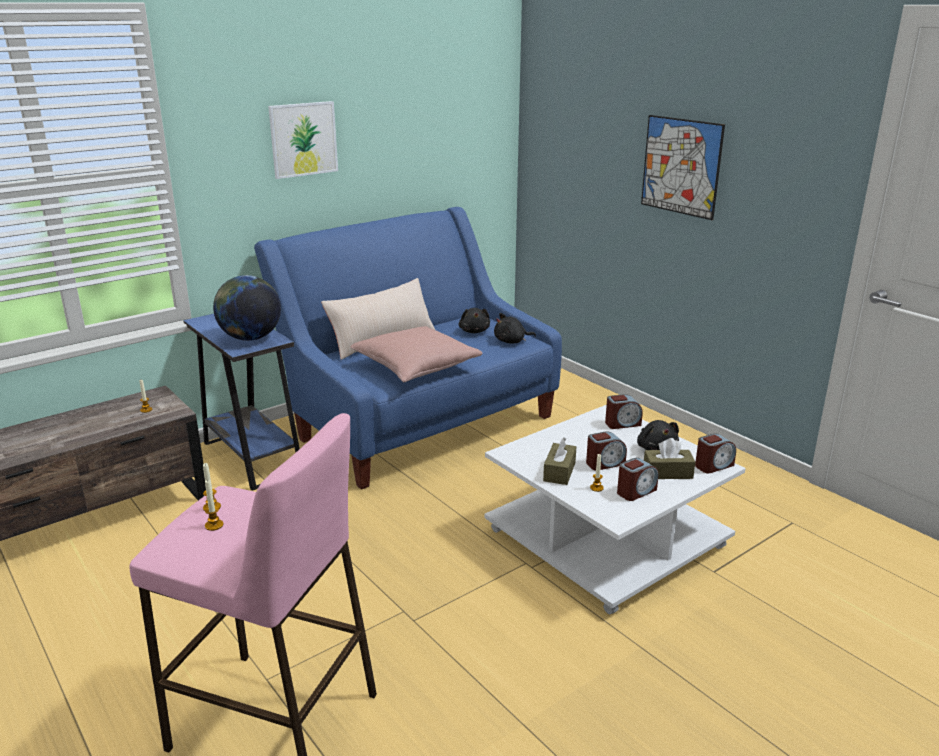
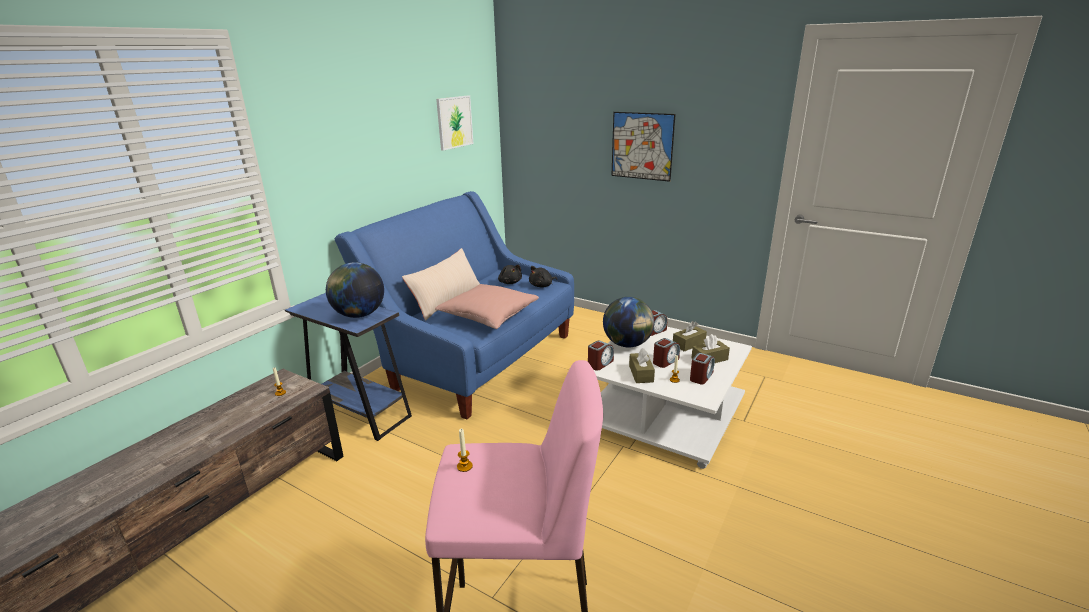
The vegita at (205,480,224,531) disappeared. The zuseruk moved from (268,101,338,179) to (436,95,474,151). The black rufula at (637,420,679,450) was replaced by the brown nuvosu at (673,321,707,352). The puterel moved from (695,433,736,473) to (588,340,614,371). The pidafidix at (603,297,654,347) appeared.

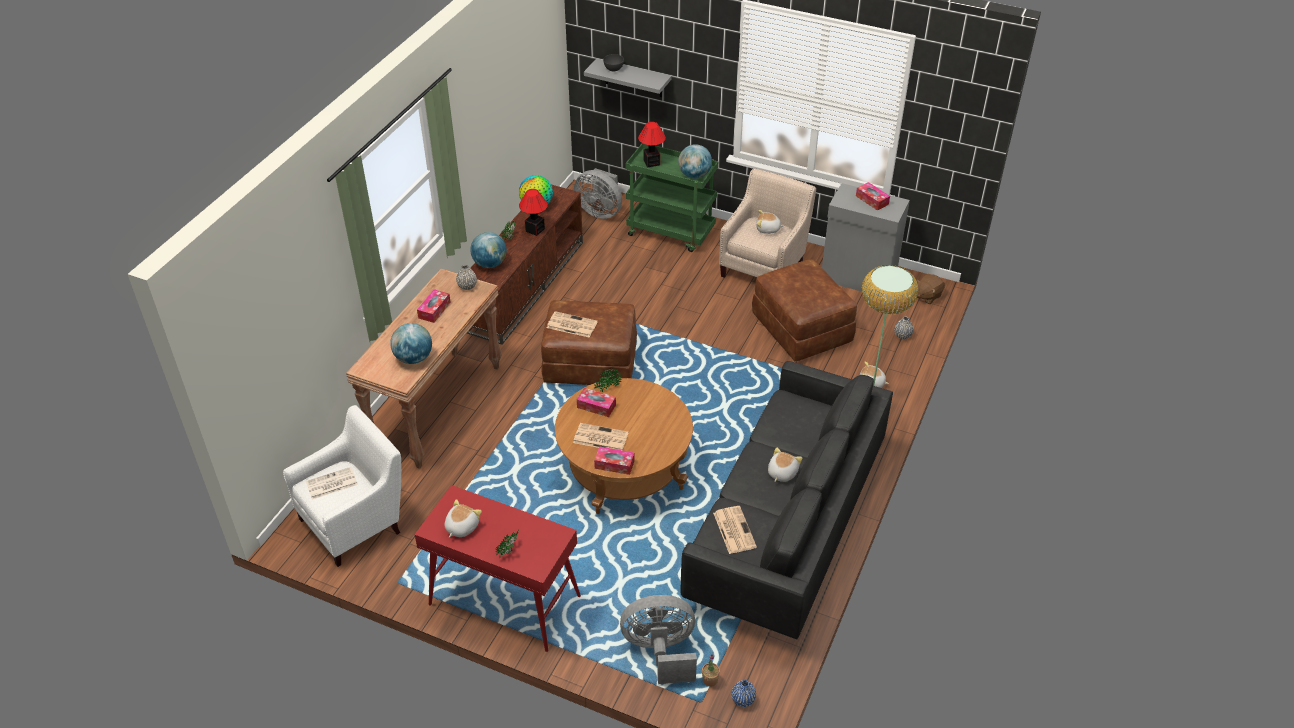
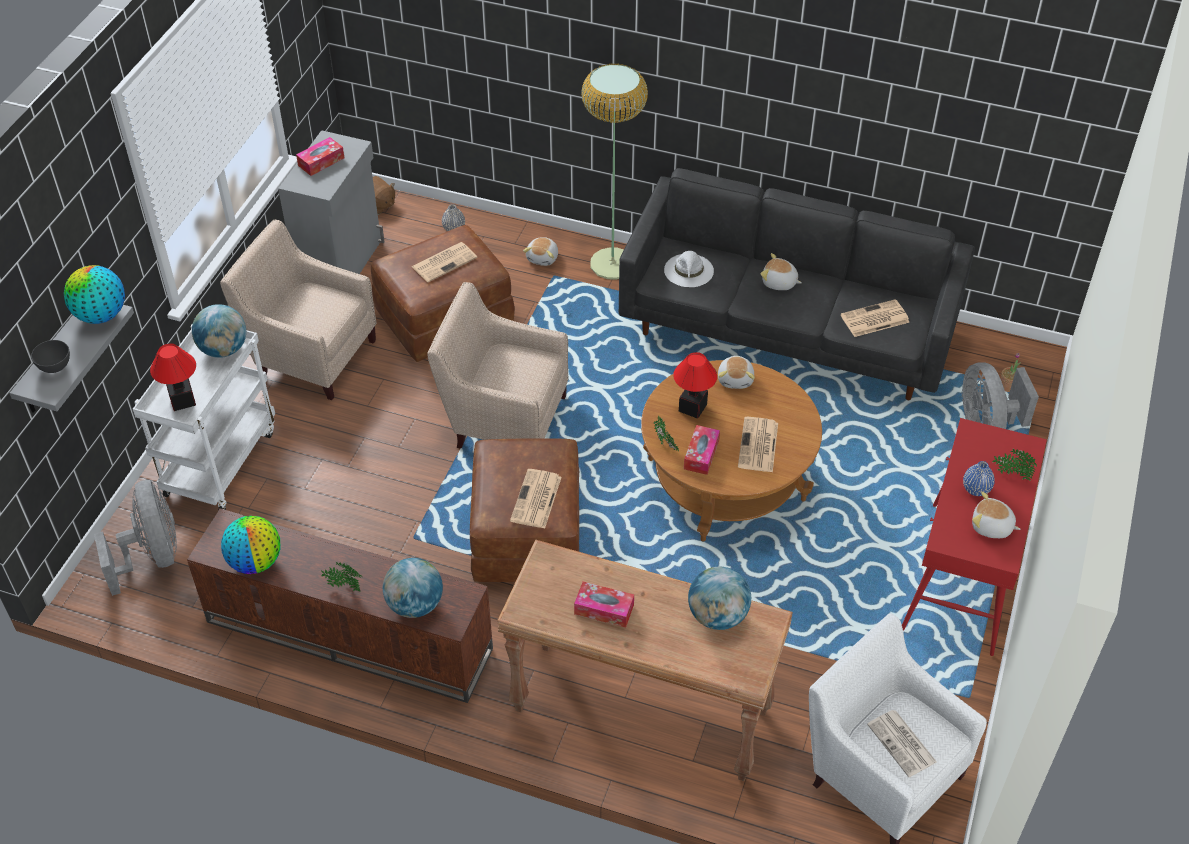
The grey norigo at (456,265,477,290) disappeared. The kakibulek moved from (519,189,548,236) to (673,352,717,418). The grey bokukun at (574,168,622,219) turned 45 degrees counterclockwise. The nuvosu at (594,446,635,475) disappeared. The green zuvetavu at (626,143,718,252) became the white zuvetavu at (133,323,275,510). The blue norigo moved from (732,680,756,707) to (963,461,995,496). The rufula moved from (756,210,784,234) to (718,356,755,389). The pidafidix at (64,265,125,324) appeared. The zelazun at (411,242,477,282) appeared. The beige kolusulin at (427,282,568,448) appeared. The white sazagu at (664,251,714,287) appeared.

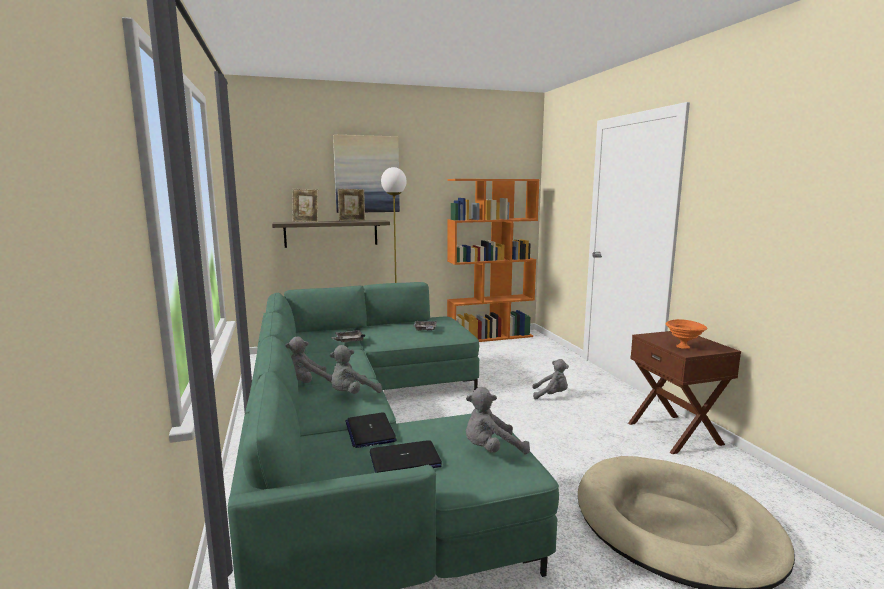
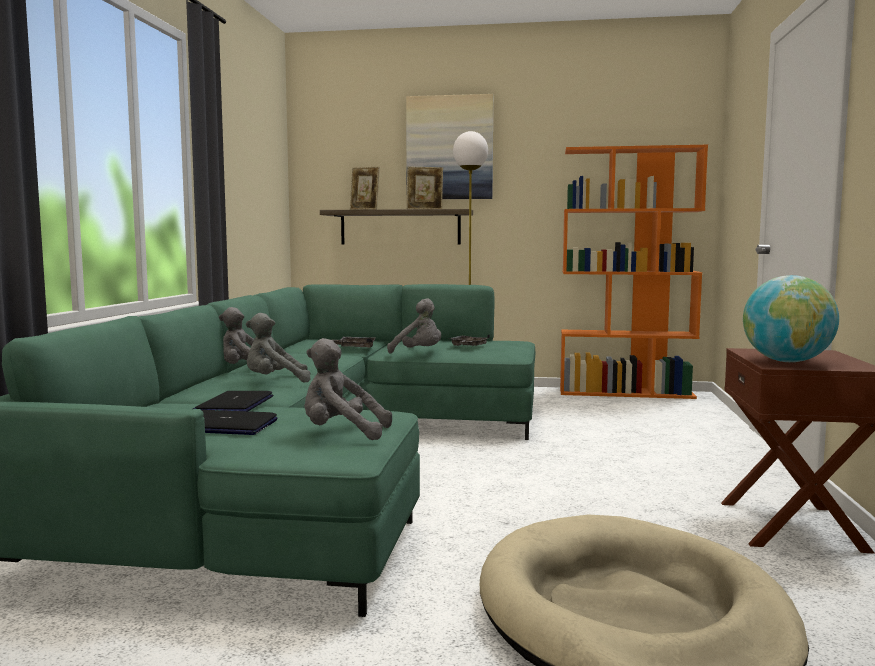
The grey rufula moved from (533,359,569,400) to (387,298,441,354). The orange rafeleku at (665,319,708,349) was replaced by the pidafidix at (743,275,839,362).

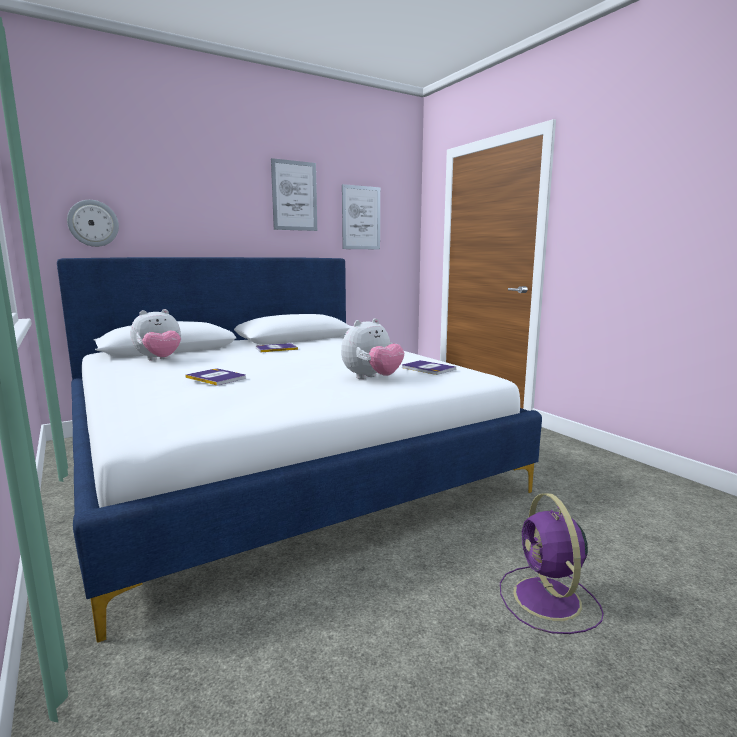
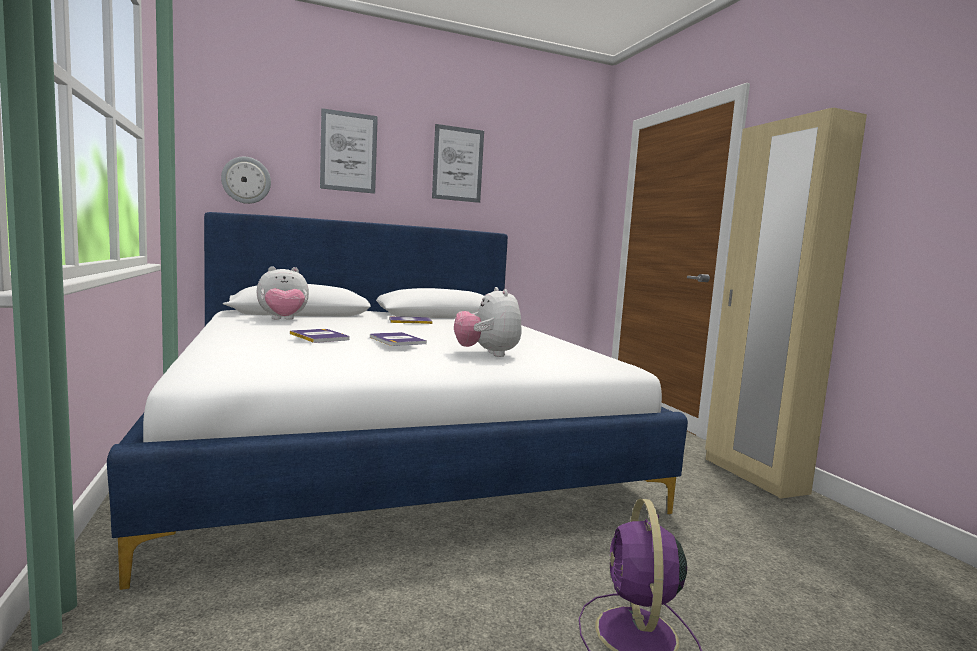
The rufula at (341,318,404,379) turned 105 degrees clockwise. The zuseruk moved from (342,184,380,249) to (320,108,378,194). The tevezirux moved from (402,360,456,375) to (370,332,427,346). The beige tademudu at (705,108,867,499) appeared.

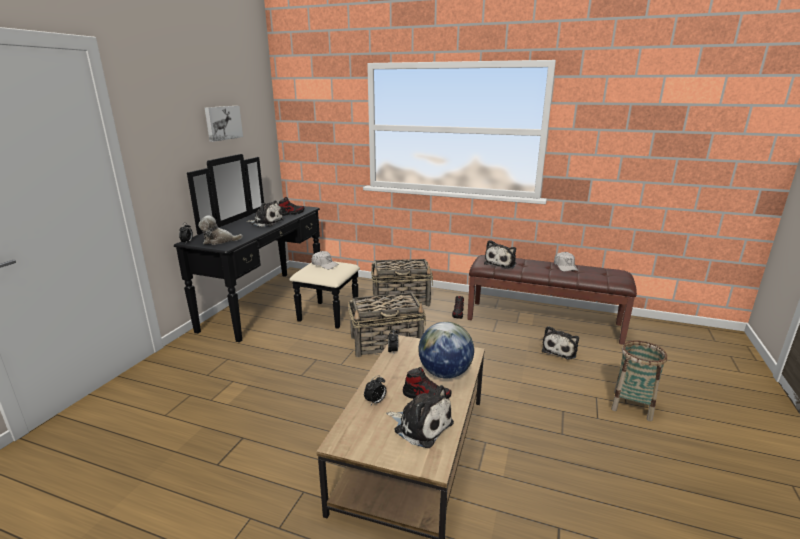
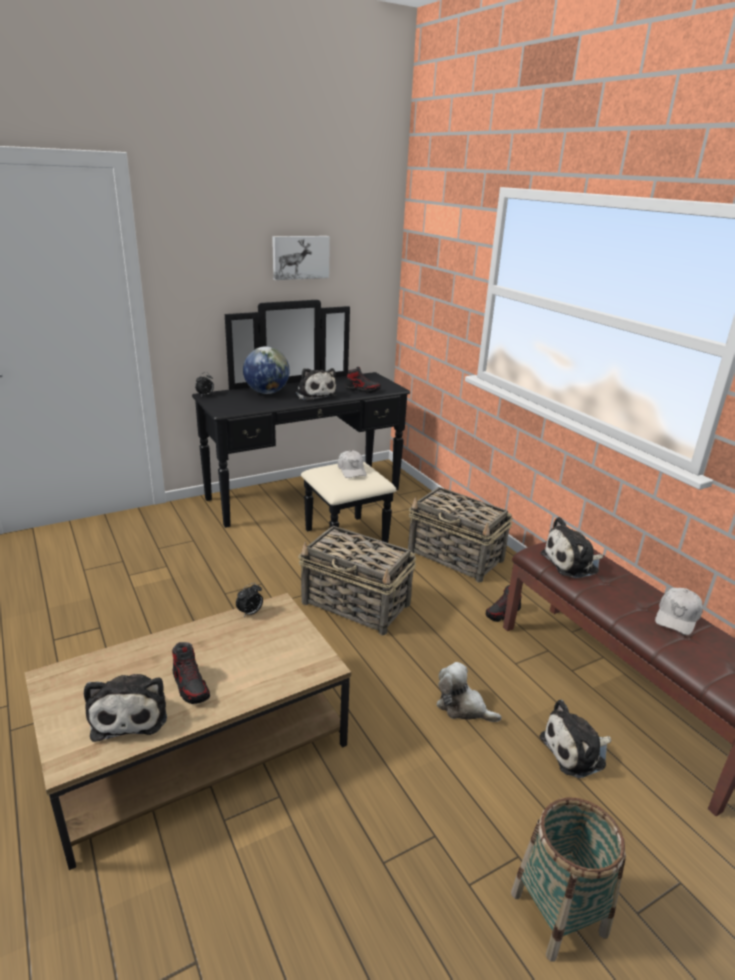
The rufula moved from (198,215,243,245) to (436,662,502,722). The puterel at (364,375,386,405) disappeared. The pidafidix moved from (419,322,474,379) to (243,346,289,394).

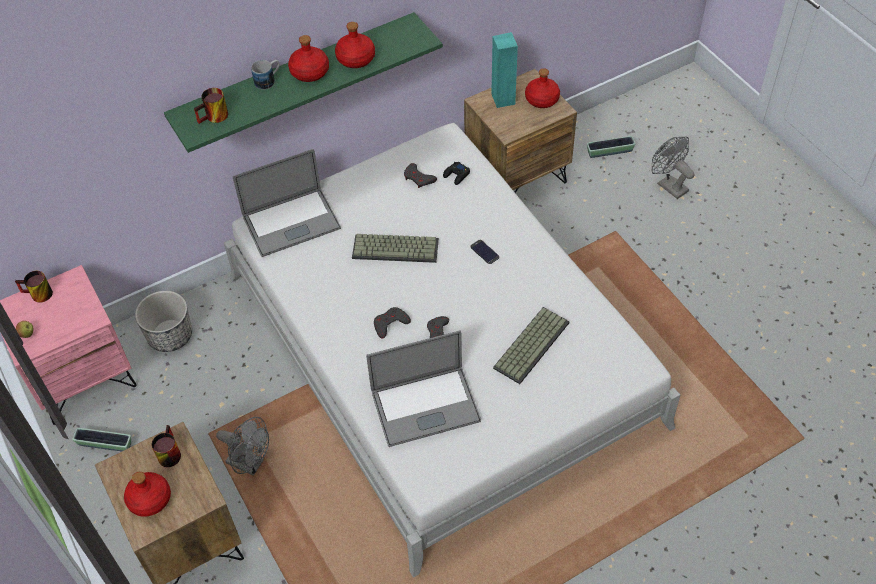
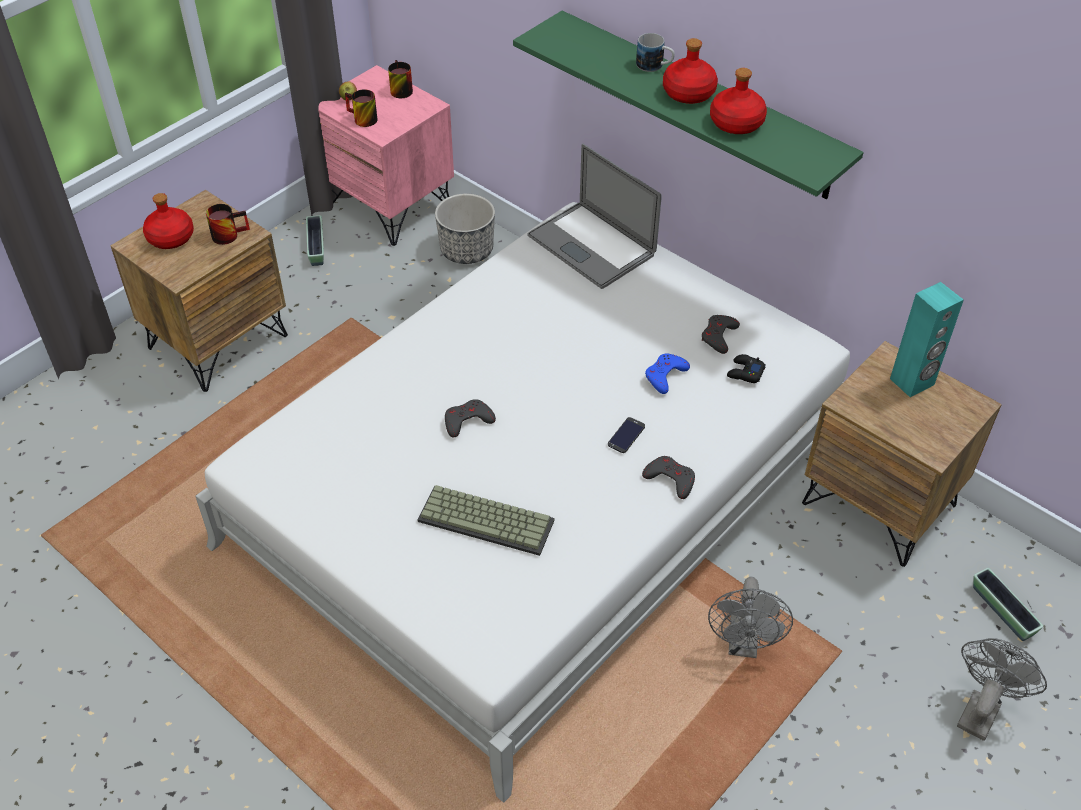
The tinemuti moved from (194,88,228,124) to (345,89,378,127). The grey bokukun moved from (216,417,269,476) to (708,577,793,658). The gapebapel at (352,234,439,263) disappeared. The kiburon at (366,330,481,447) disappeared. The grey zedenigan moved from (374,307,411,339) to (642,456,695,499). The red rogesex at (525,68,560,108) disappeared. The blue zedenigan at (645,353,690,394) appeared.

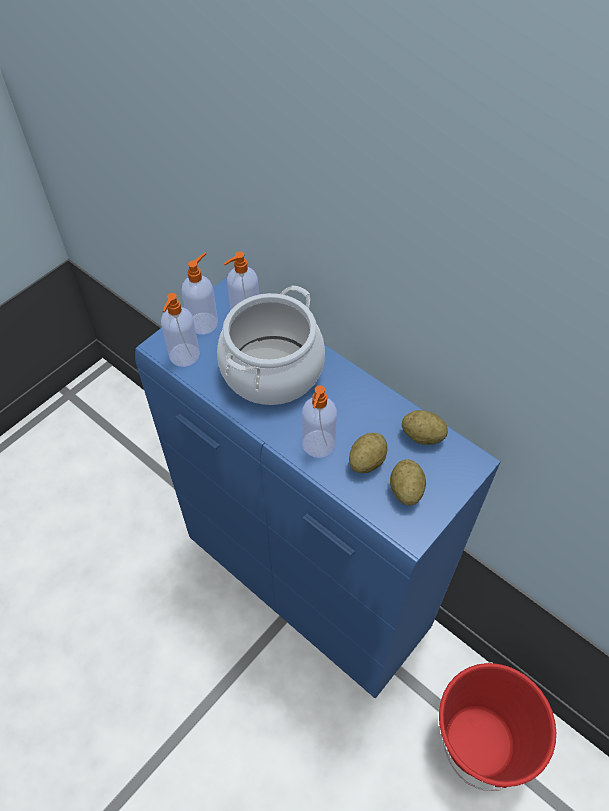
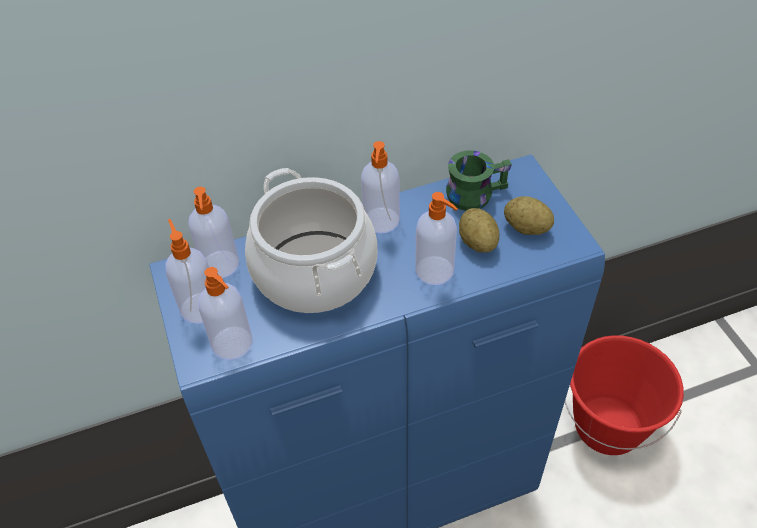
The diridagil at (402,410,448,445) was replaced by the green tinemuti at (446,151,512,211). The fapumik at (361,141,400,233) appeared.

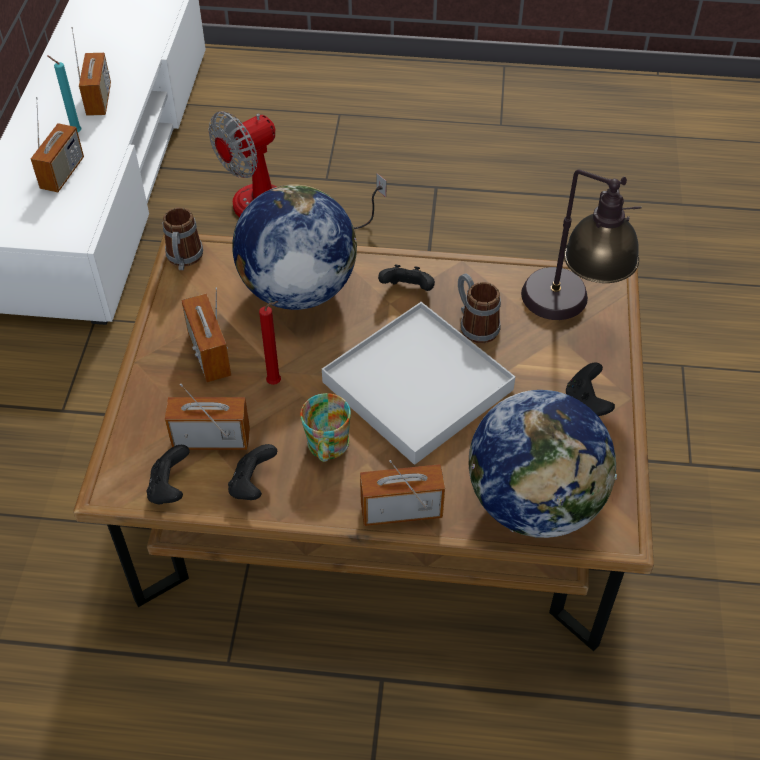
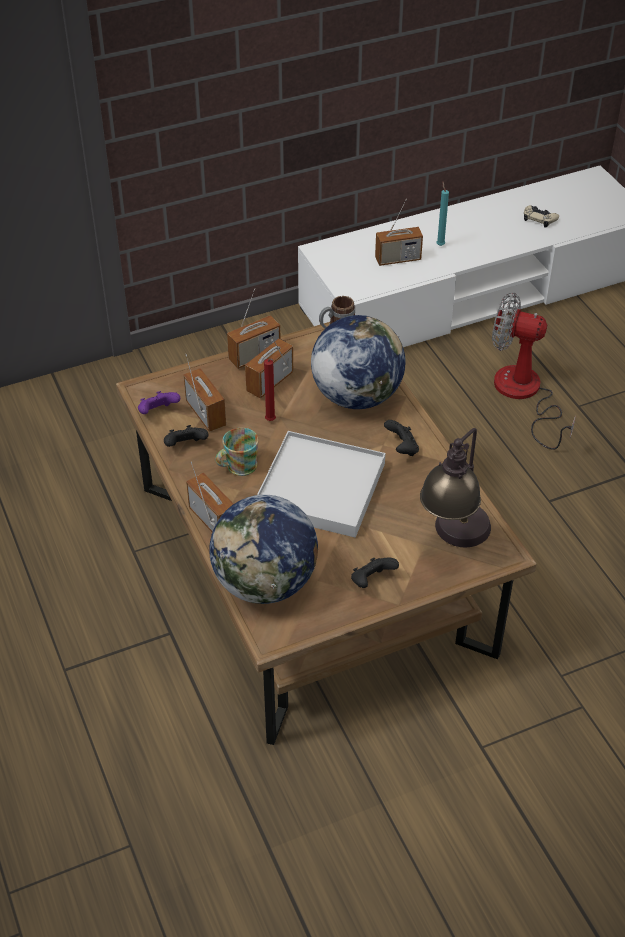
The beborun moved from (71,27,111,116) to (227,288,281,369). The black zedenigan at (146,445,189,505) became the purple zedenigan at (138,391,180,414). The tinemuti at (458,273,501,343) disappeared. The beige zedenigan at (524,205,559,228) appeared.

